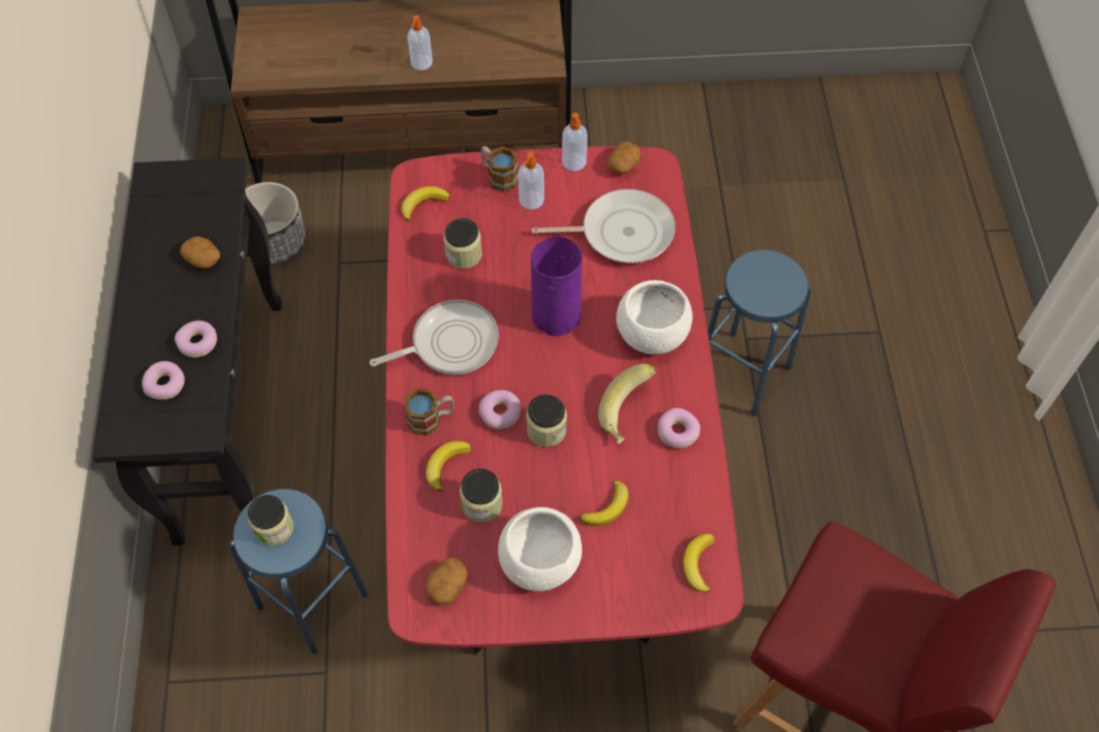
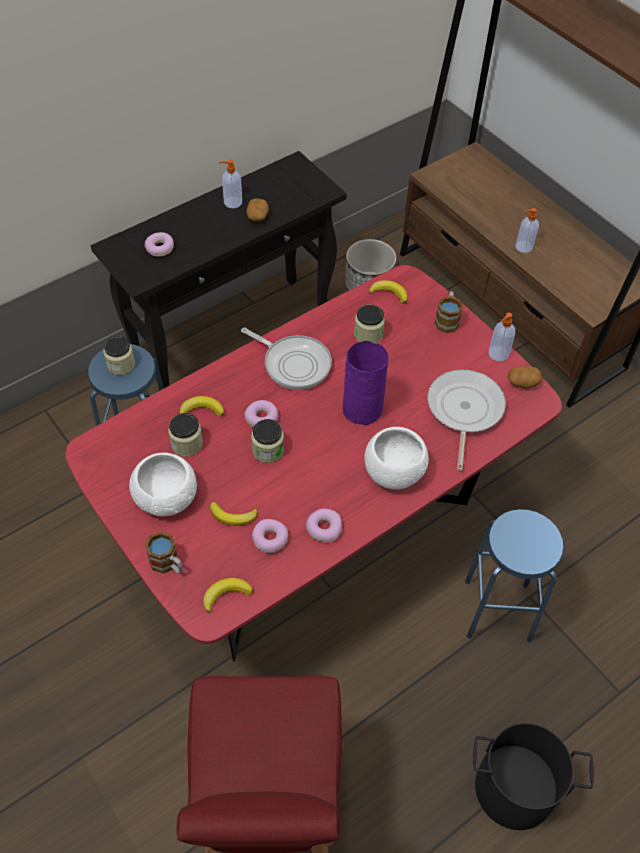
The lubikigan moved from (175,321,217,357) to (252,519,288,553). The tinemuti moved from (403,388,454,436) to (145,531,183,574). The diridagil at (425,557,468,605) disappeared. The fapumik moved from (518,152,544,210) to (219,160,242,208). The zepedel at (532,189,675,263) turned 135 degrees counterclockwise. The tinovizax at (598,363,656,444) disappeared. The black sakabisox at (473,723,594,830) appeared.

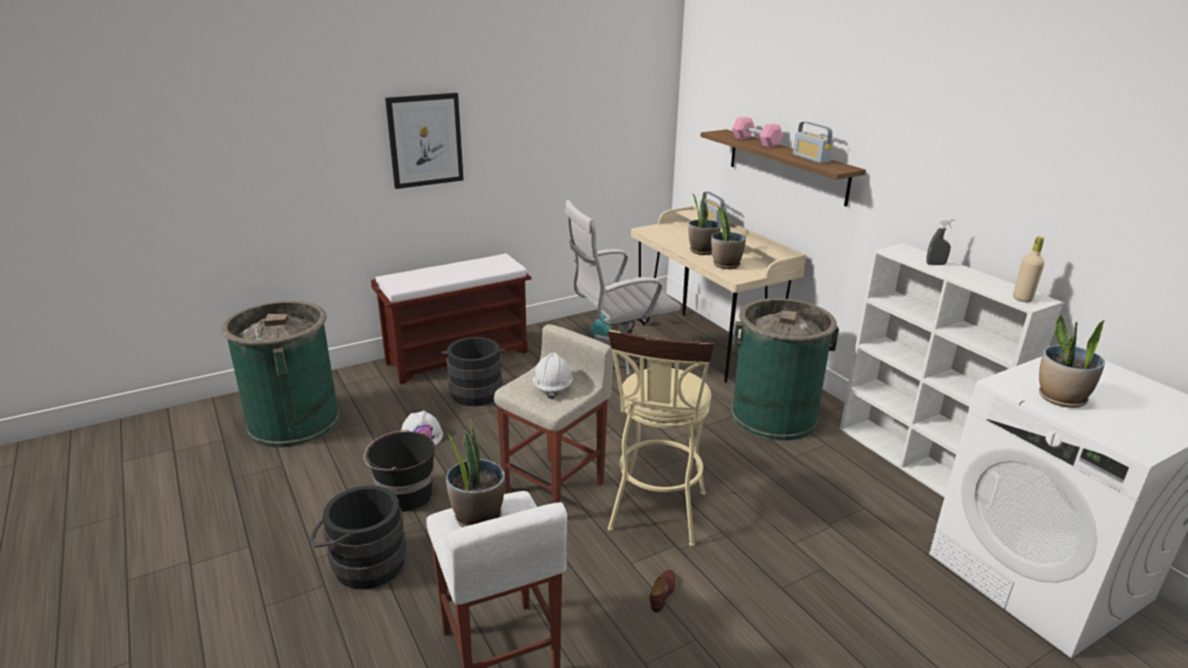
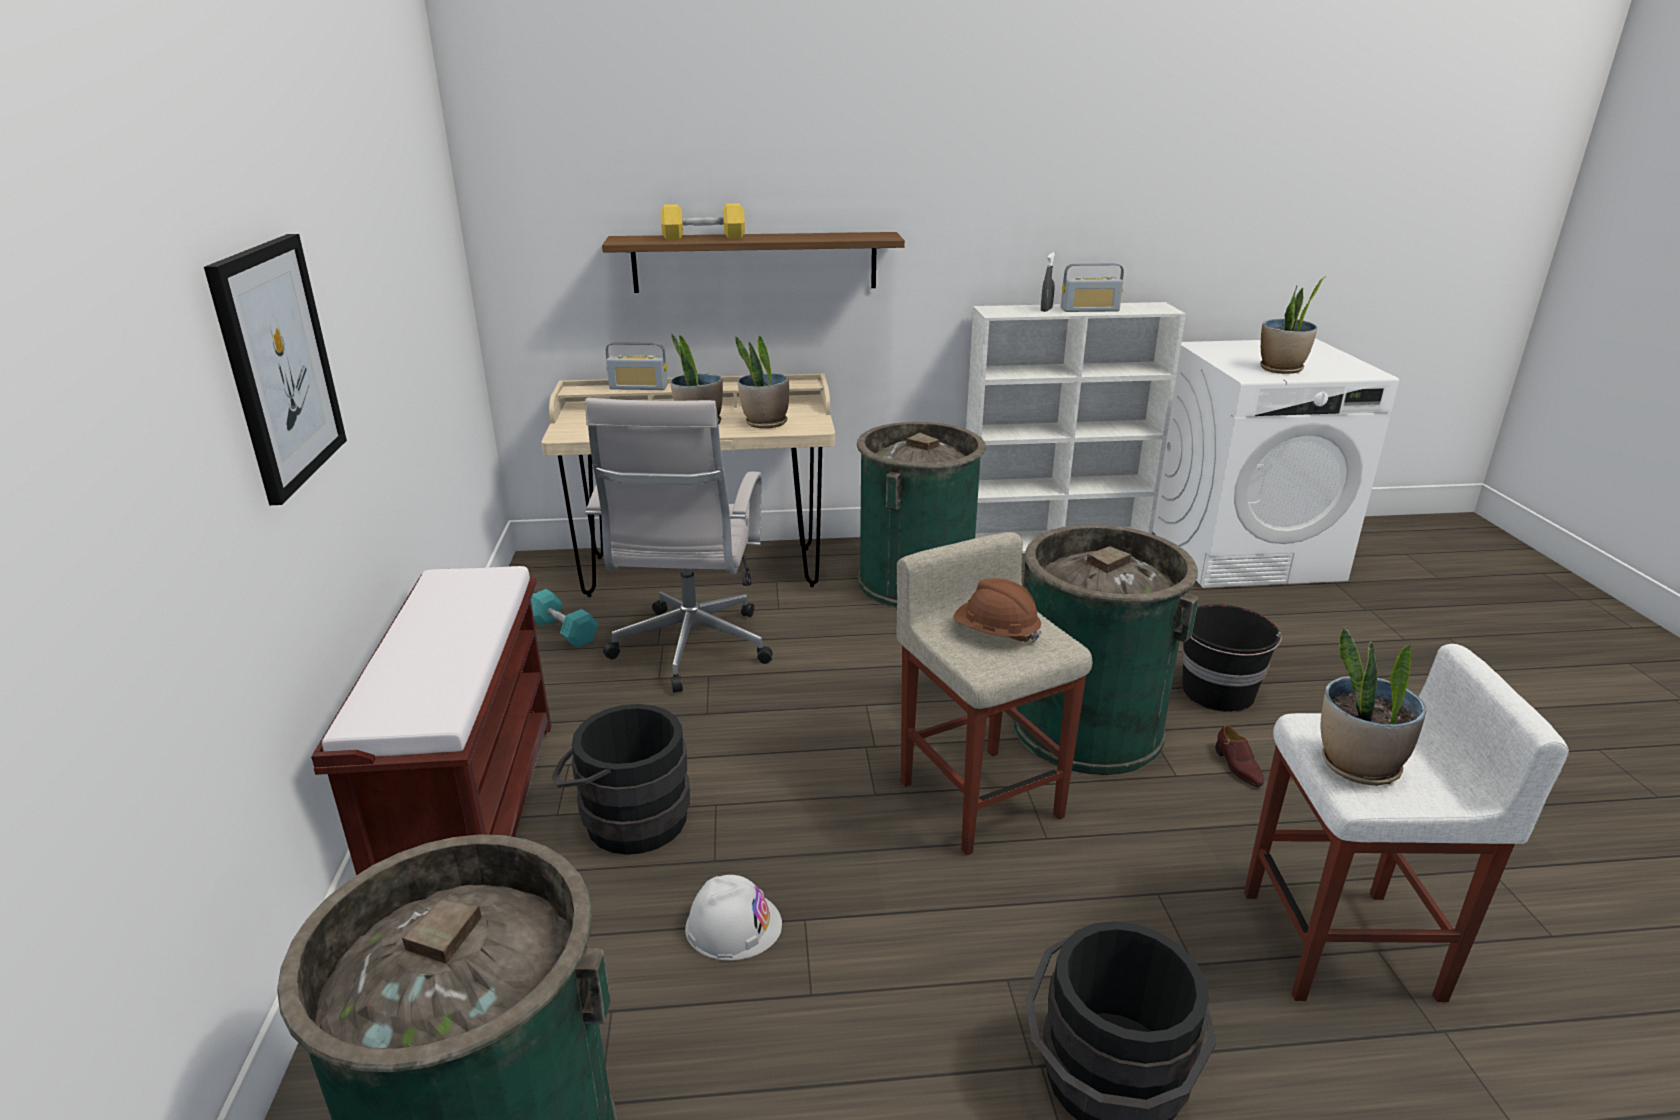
The black sakabisox moved from (364,429,435,512) to (1182,604,1282,712). The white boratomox at (533,352,573,400) became the brown boratomox at (954,578,1042,643). The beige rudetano at (608,329,714,547) was replaced by the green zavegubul at (1013,524,1199,775). The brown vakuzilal at (650,570,675,612) turned 150 degrees counterclockwise. The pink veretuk at (732,117,783,147) became the yellow veretuk at (660,203,745,240). The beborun moved from (793,122,834,164) to (1061,263,1124,312). The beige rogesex at (1013,237,1045,302) disappeared.

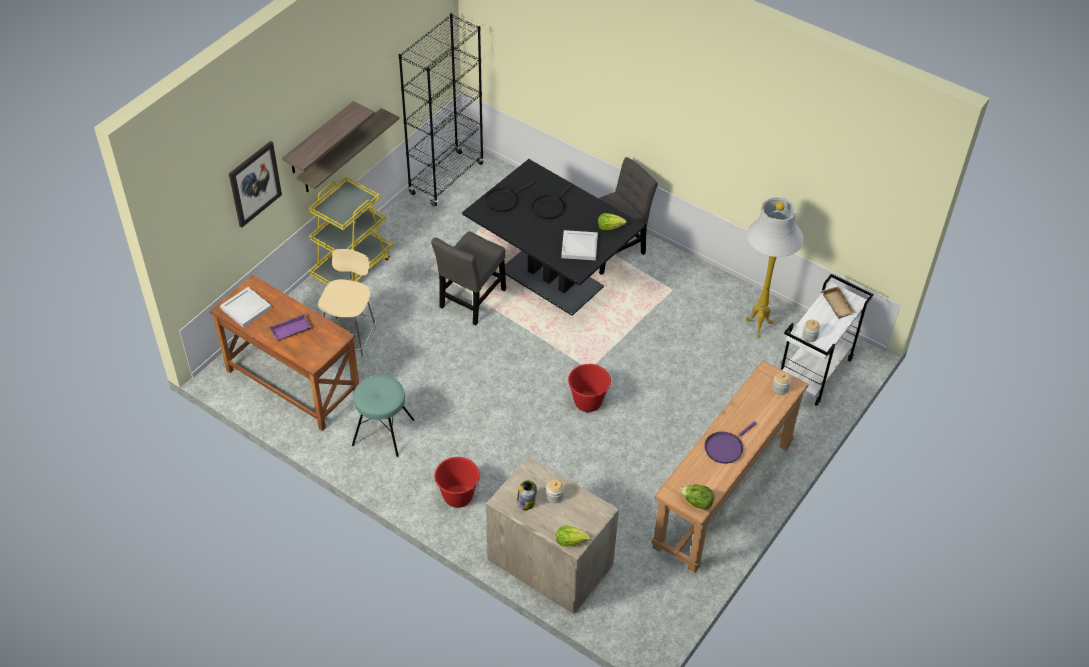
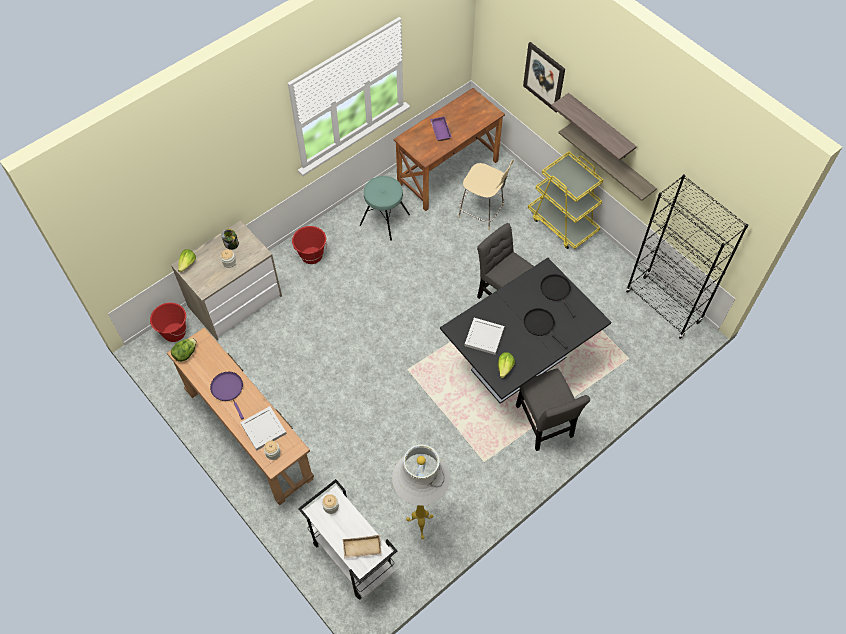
The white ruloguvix moved from (220,287,272,328) to (240,406,287,451). The red sakabisox moved from (567,364,611,412) to (150,303,187,342).

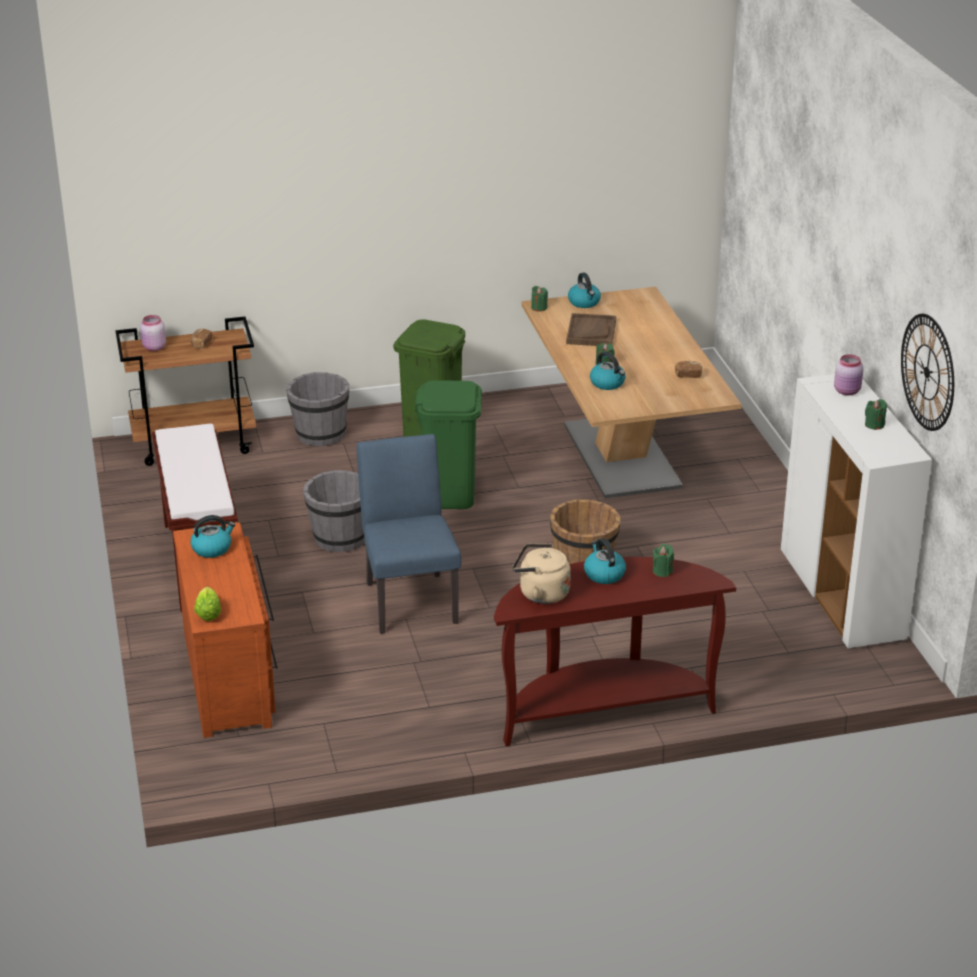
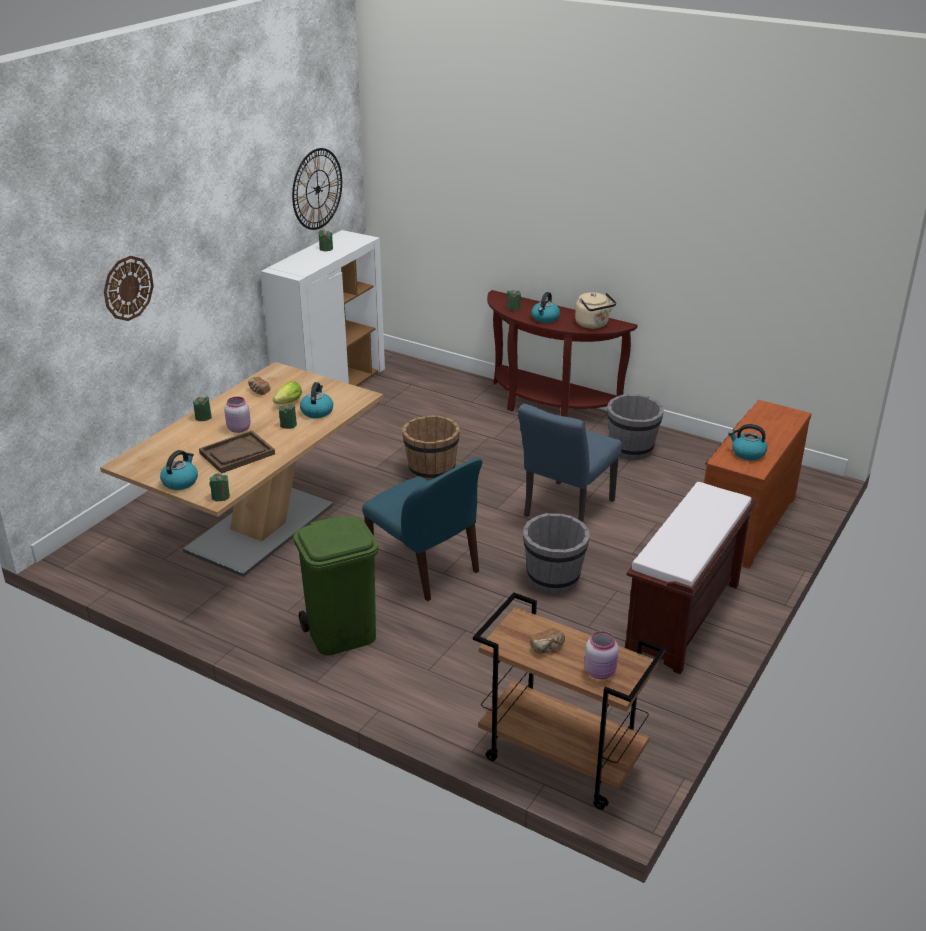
The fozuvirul moved from (194,587,221,621) to (273,381,302,404). The grey sakabisox moved from (286,372,349,446) to (607,394,664,460). The green zavegubul at (414,380,482,509) was replaced by the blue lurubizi at (362,457,482,601). The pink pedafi moved from (834,354,864,396) to (224,397,251,433). The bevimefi at (104,256,154,321) appeared. The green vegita at (193,397,212,421) appeared.

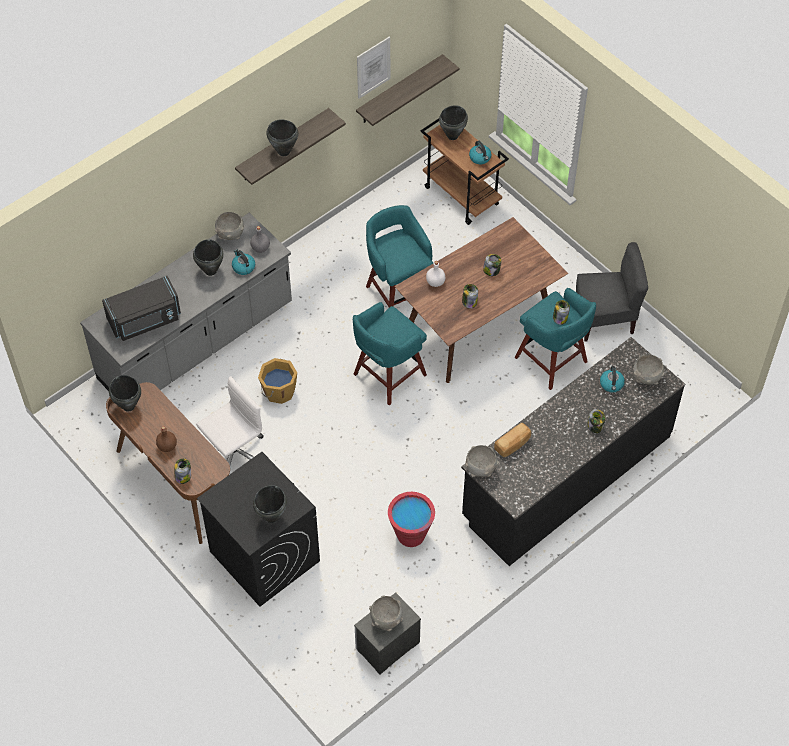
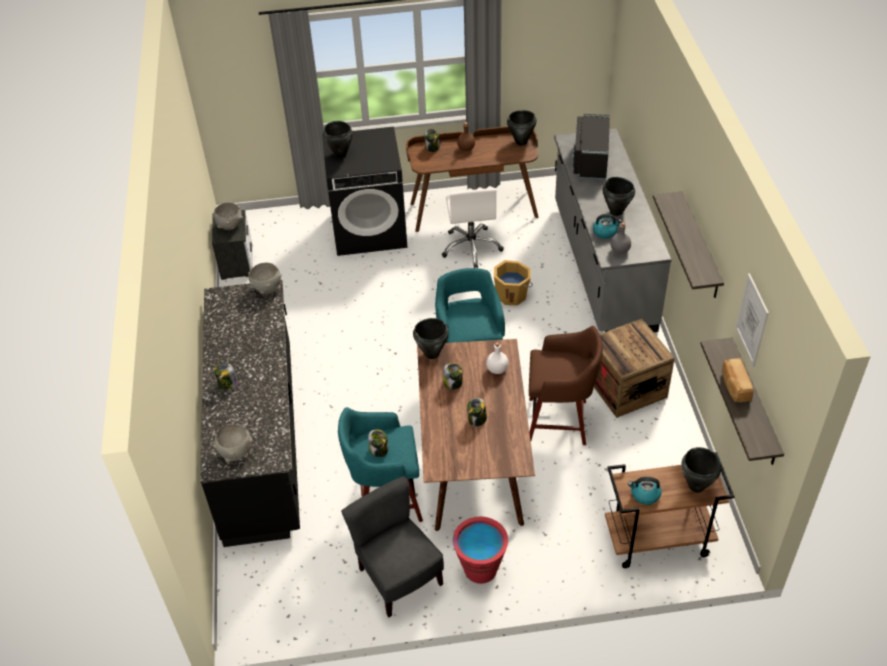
The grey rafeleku at (215,212,244,240) disappeared. The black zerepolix moved from (266,119,298,156) to (413,318,449,359). The turquoise rudetano at (366,205,433,307) became the brown rudetano at (529,326,603,445). The red sakabisox moved from (388,492,435,547) to (453,517,508,584). The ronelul moved from (494,423,531,457) to (722,358,753,402). The grey lurubizi at (576,242,648,342) turned 120 degrees clockwise. The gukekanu at (600,366,625,392) disappeared. The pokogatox at (592,318,675,418) appeared.

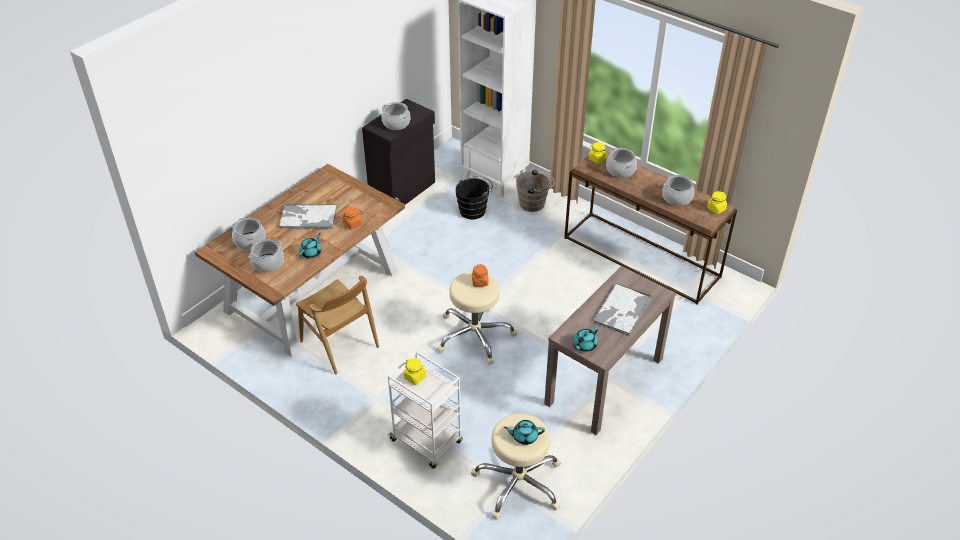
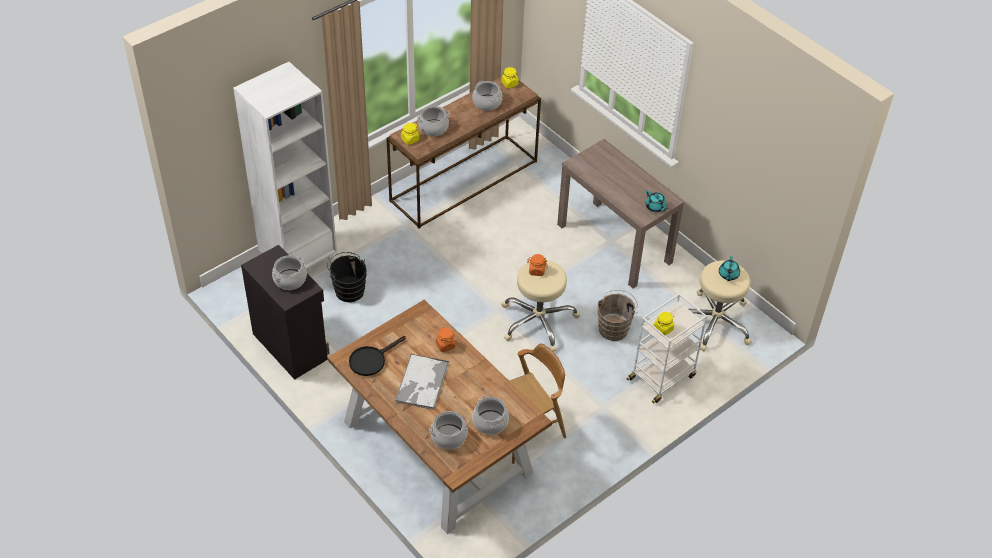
The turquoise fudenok at (299,233,321,258) disappeared. The brown sakabisox moved from (516,170,554,212) to (597,290,638,341). The ruloguvix at (593,283,652,336) disappeared. The black zepedel at (349,336,406,376) appeared.

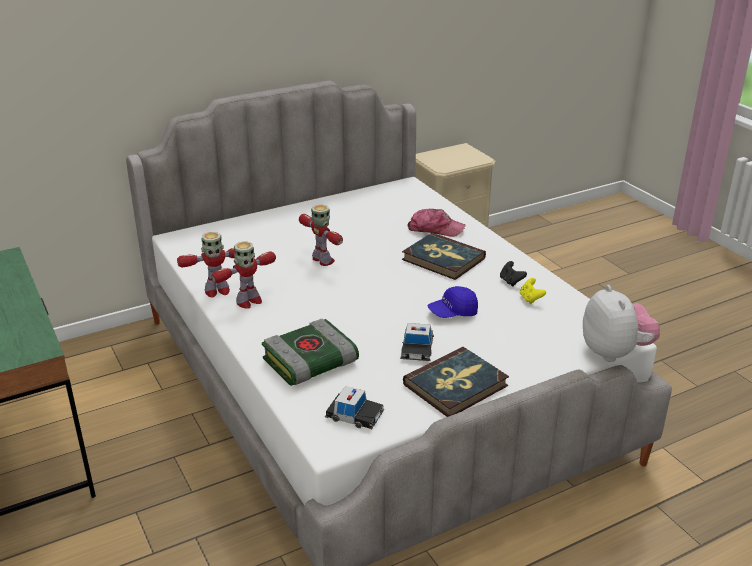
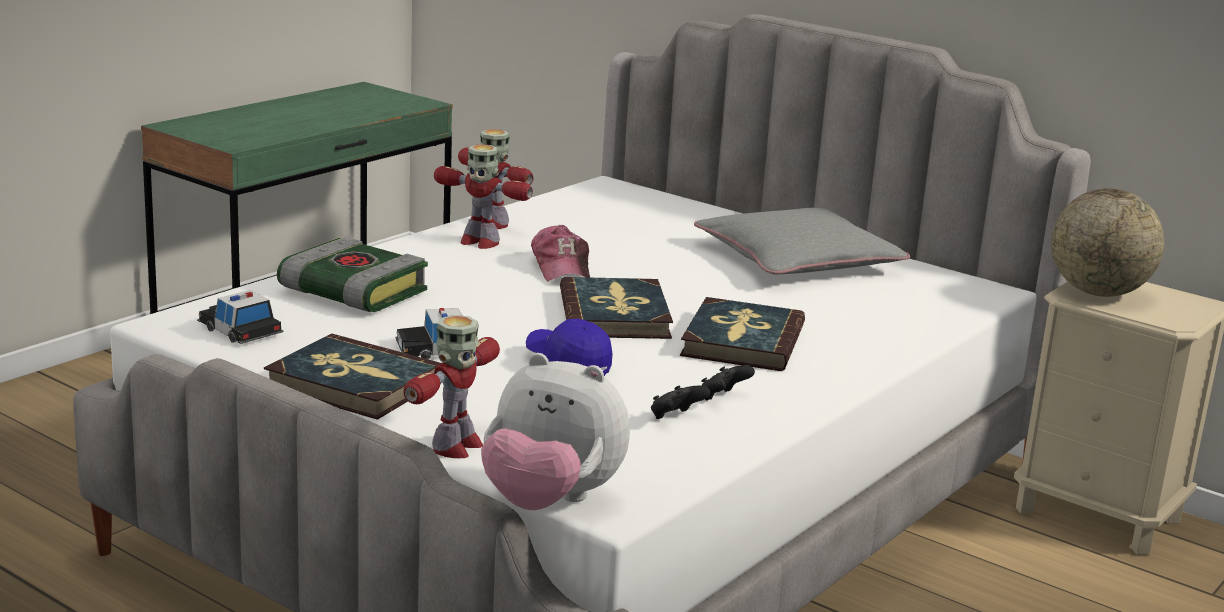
The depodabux moved from (299,205,343,266) to (404,315,500,458). The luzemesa at (325,386,384,429) turned 135 degrees clockwise. The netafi moved from (407,209,465,237) to (531,225,590,281). The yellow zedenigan at (520,278,546,304) became the black zedenigan at (651,385,710,419). The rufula at (583,285,660,362) turned 60 degrees clockwise. The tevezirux at (560,277,673,339) appeared. The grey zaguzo at (694,207,910,274) appeared. The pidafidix at (1051,188,1164,297) appeared.

